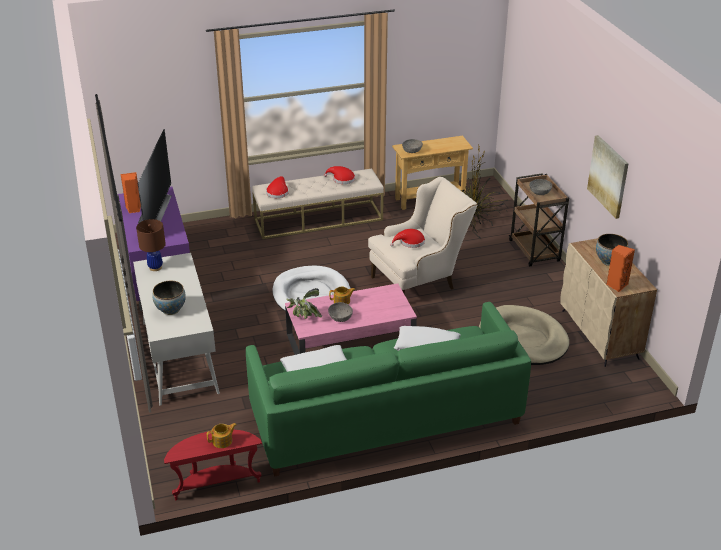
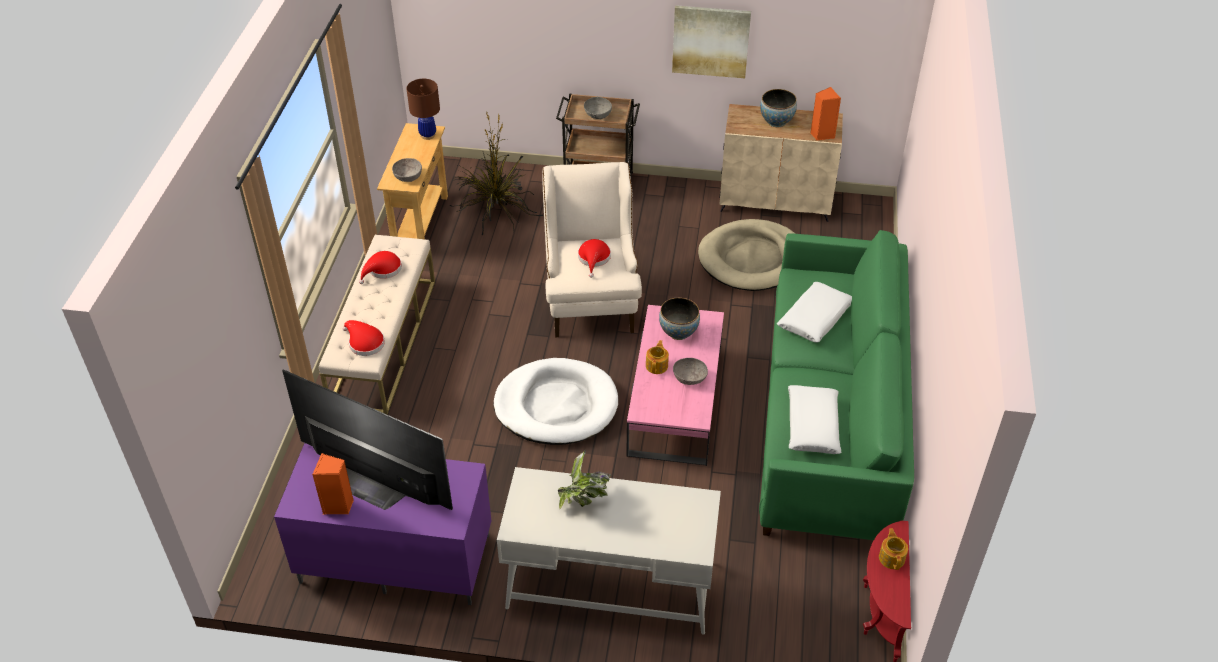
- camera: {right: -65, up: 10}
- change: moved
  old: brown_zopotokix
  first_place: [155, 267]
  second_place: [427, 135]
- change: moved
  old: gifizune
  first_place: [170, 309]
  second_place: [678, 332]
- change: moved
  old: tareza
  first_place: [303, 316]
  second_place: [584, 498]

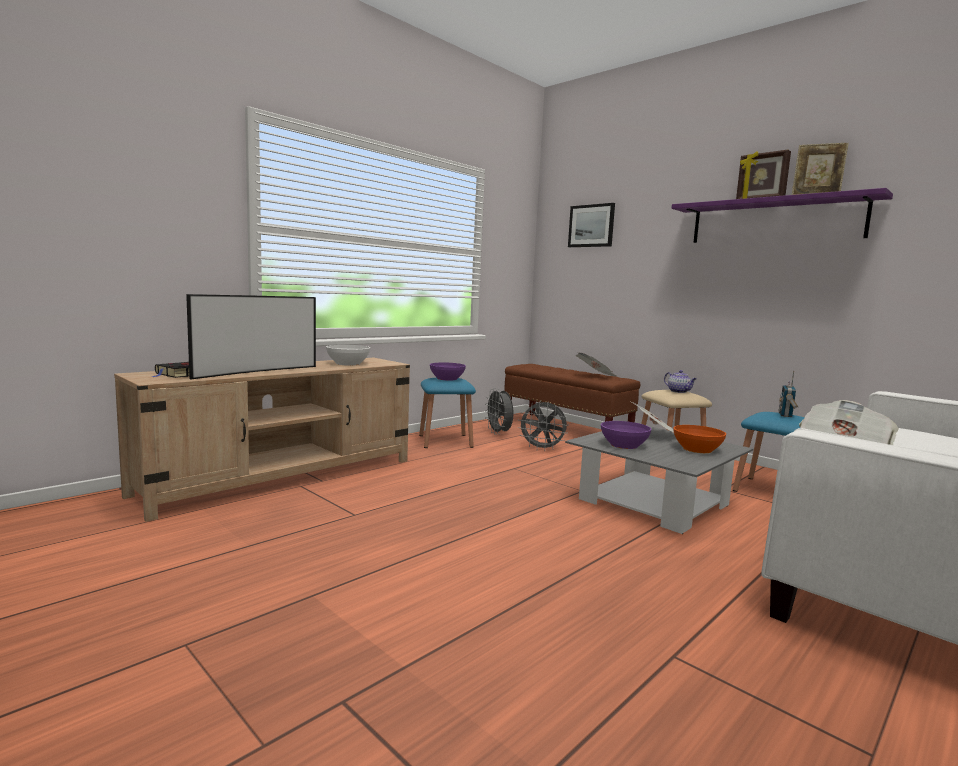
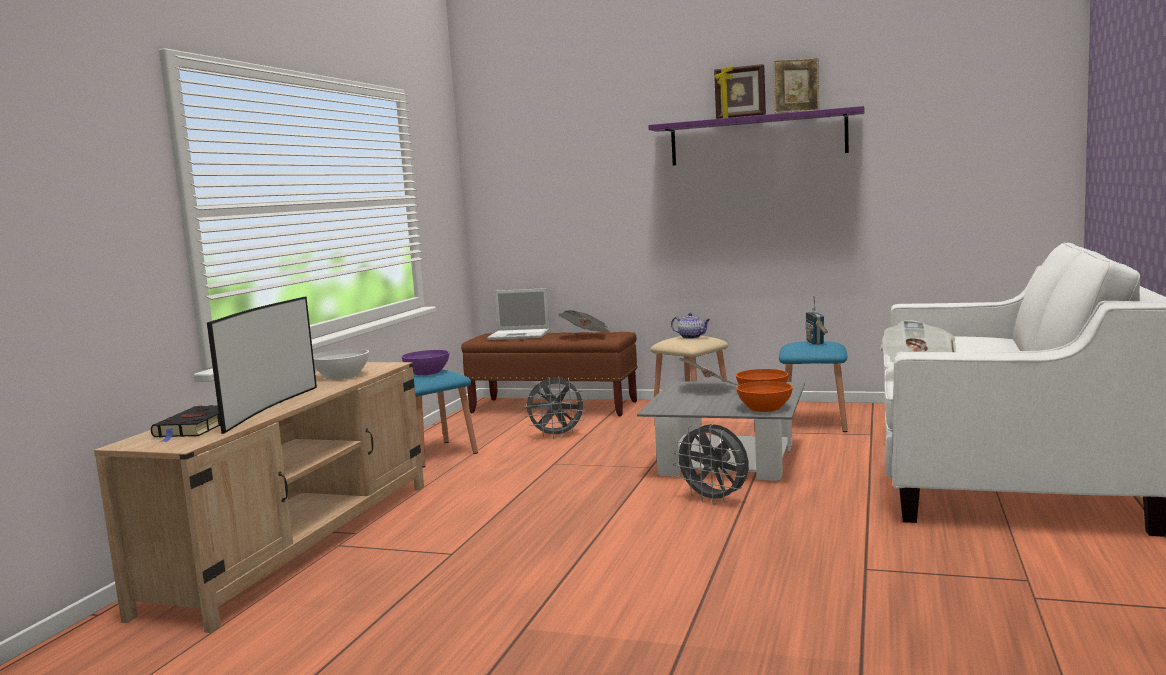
- camera: {right: -25, up: 0}
- change: removed
  old: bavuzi
  first_place: [591, 226]
- change: moved
  old: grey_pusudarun
  first_place: [499, 433]
  second_place: [715, 500]
- change: removed
  old: purple_gifizune
  first_place: [624, 445]
- change: added
  new: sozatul
  second_place: [520, 335]
- change: added
  new: orange_gifizune
  second_place: [765, 408]

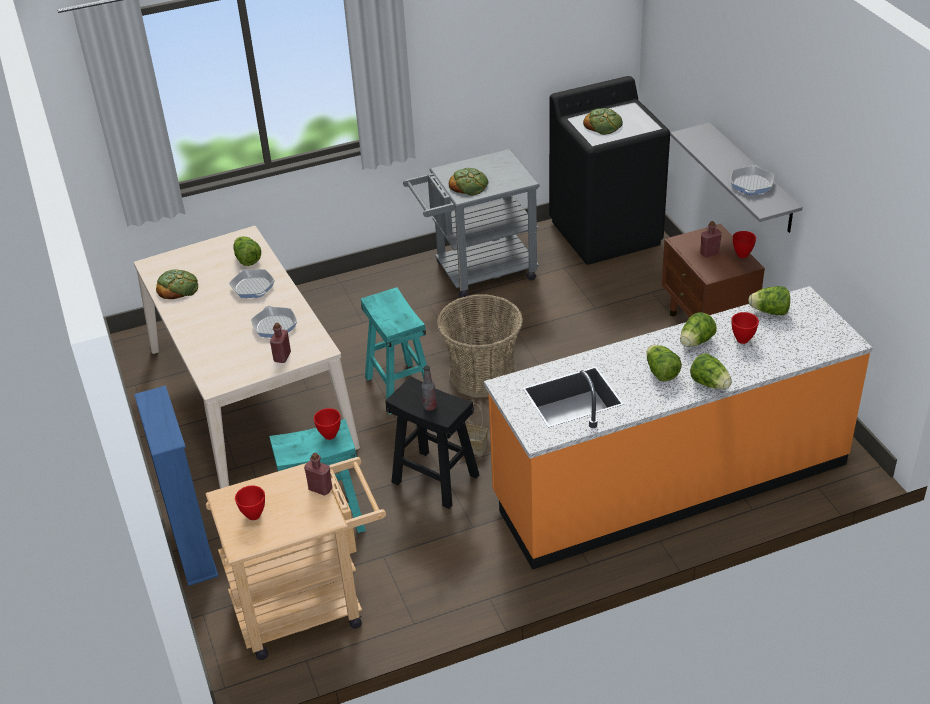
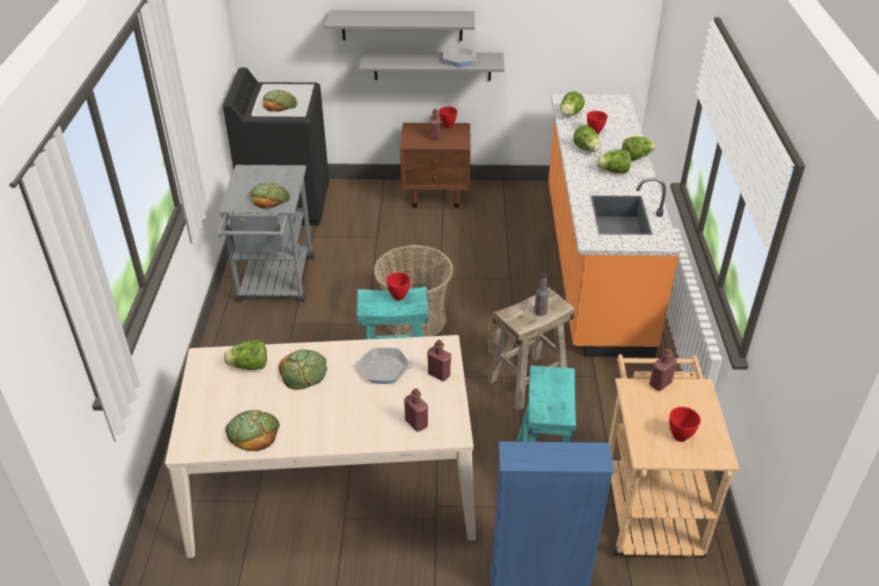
- camera: {right: -70, up: 0}
- change: replaced
  old: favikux
  new: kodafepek
  first_place: [253, 287]
  second_place: [304, 372]
- change: recoloured
  old: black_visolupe
  new: beige_visolupe
  first_place: [434, 479]
  second_place: [527, 382]
- change: moved
  old: red_gifizune
  first_place: [329, 436]
  second_place: [399, 297]
- change: added
  new: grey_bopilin
  second_place: [402, 25]
- change: added
  new: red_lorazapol
  second_place: [416, 423]

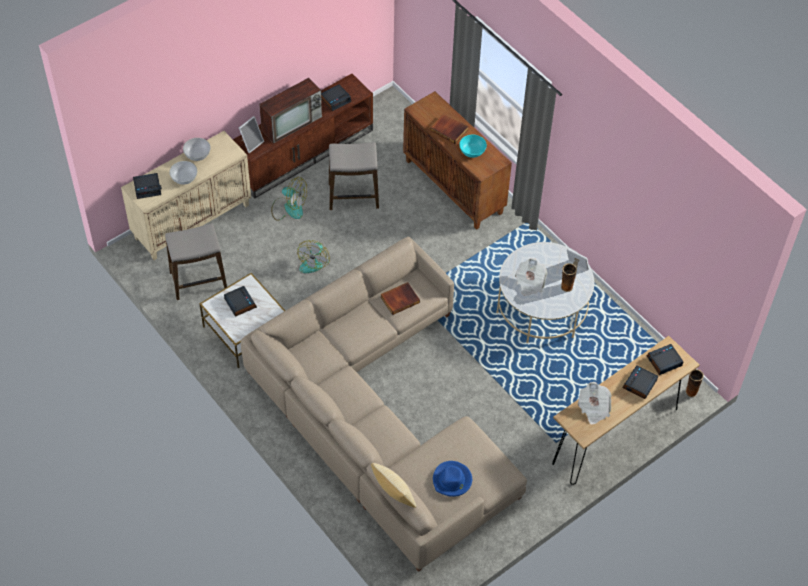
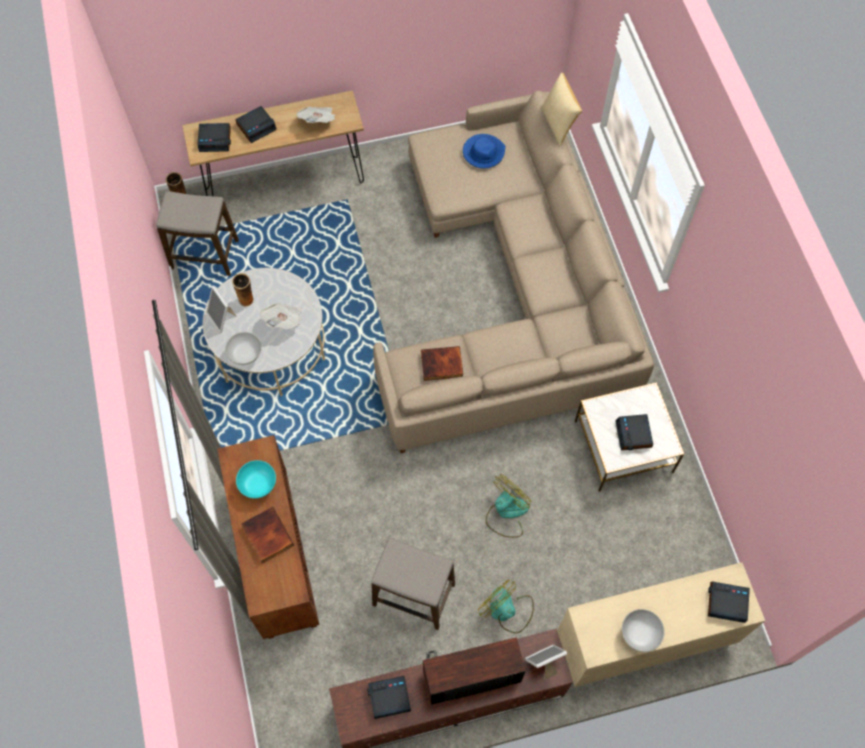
- camera: {right: -155, up: 10}
- change: moved
  old: white_gifizune
  first_place: [184, 179]
  second_place: [245, 354]
- change: moved
  old: visolupe
  first_place: [198, 280]
  second_place: [205, 255]

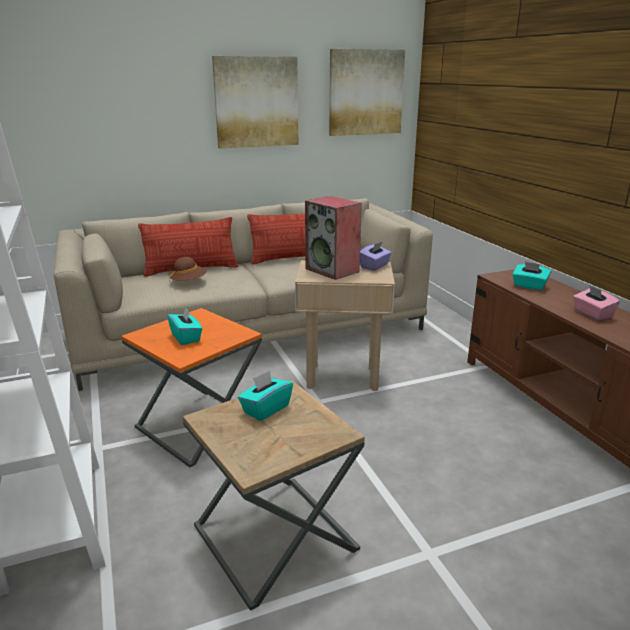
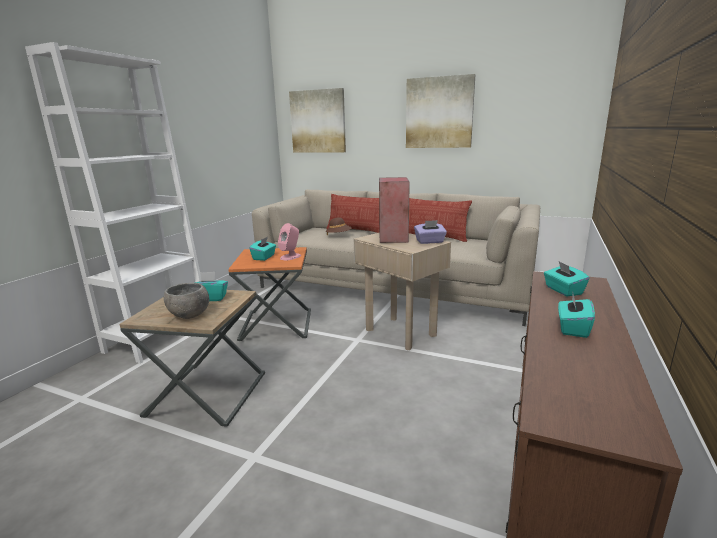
- camera: {right: 45, up: -5}
- change: moved
  old: bavuzi
  first_place: [365, 92]
  second_place: [318, 121]
- change: recoloured
  old: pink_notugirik
  new: turquoise_notugirik
  first_place: [592, 314]
  second_place: [572, 328]
- change: added
  new: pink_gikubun
  second_place: [290, 257]
- change: added
  new: grey_gifizune
  second_place: [190, 315]

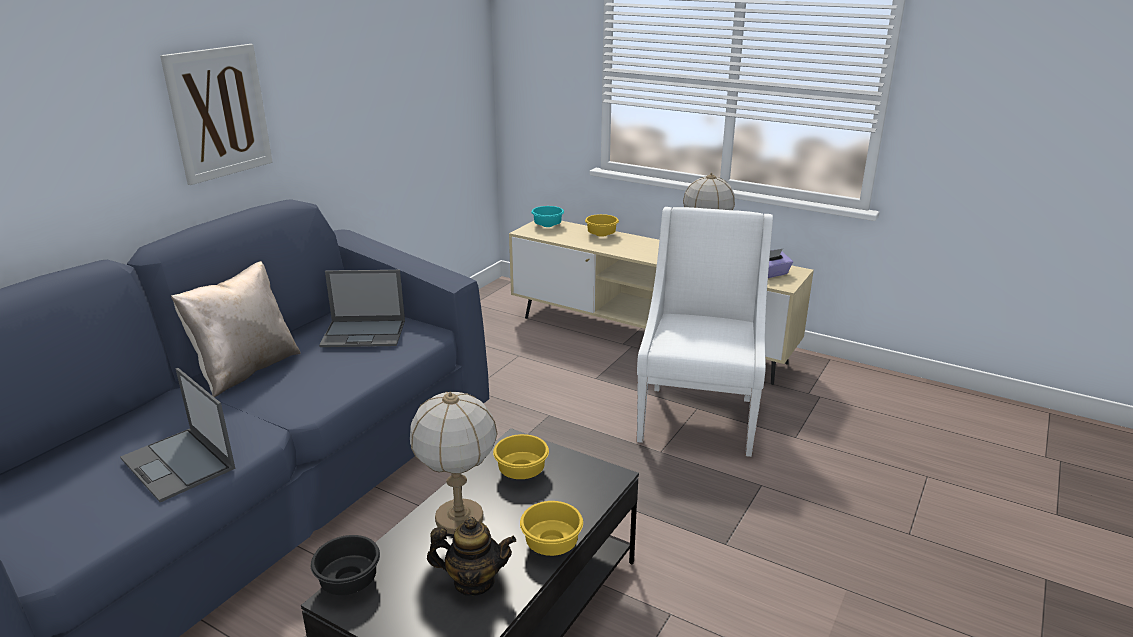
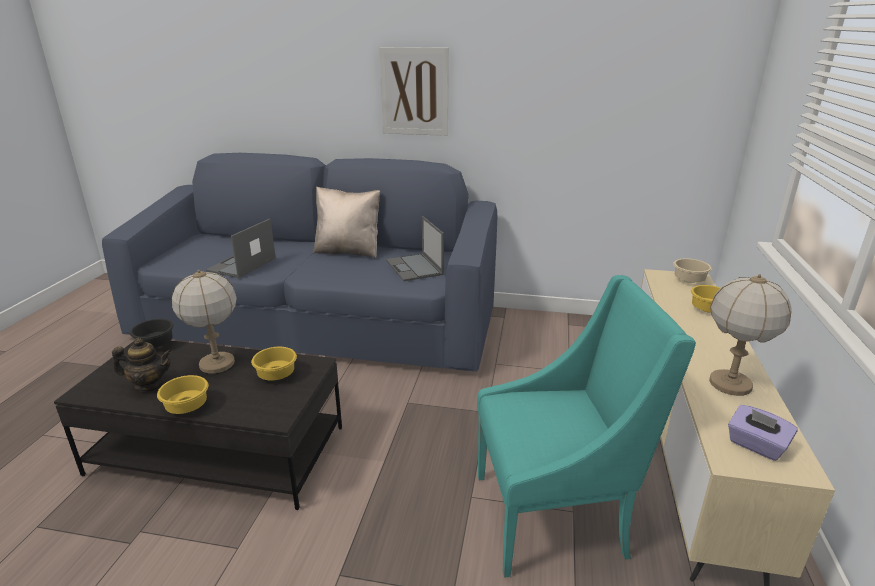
- camera: {right: 70, up: 0}
- change: recoloured
  old: turquoise_gifizune
  new: beige_gifizune
  first_place: [548, 226]
  second_place: [689, 281]
- change: recoloured
  old: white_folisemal
  new: turquoise_folisemal
  first_place: [698, 417]
  second_place: [554, 515]
- change: turned
  old: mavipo
  first_place: [474, 582]
  second_place: [149, 385]
  degrees: -75

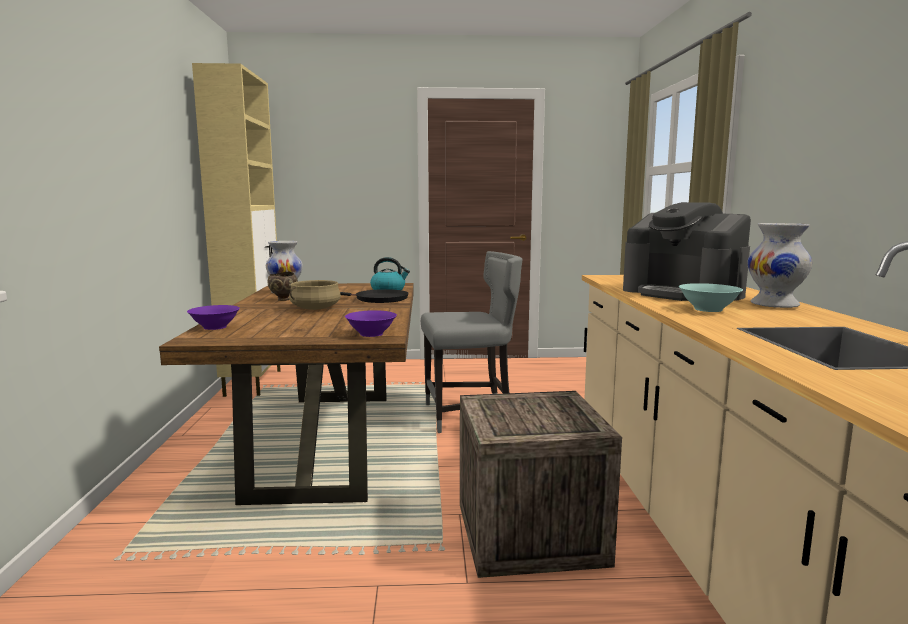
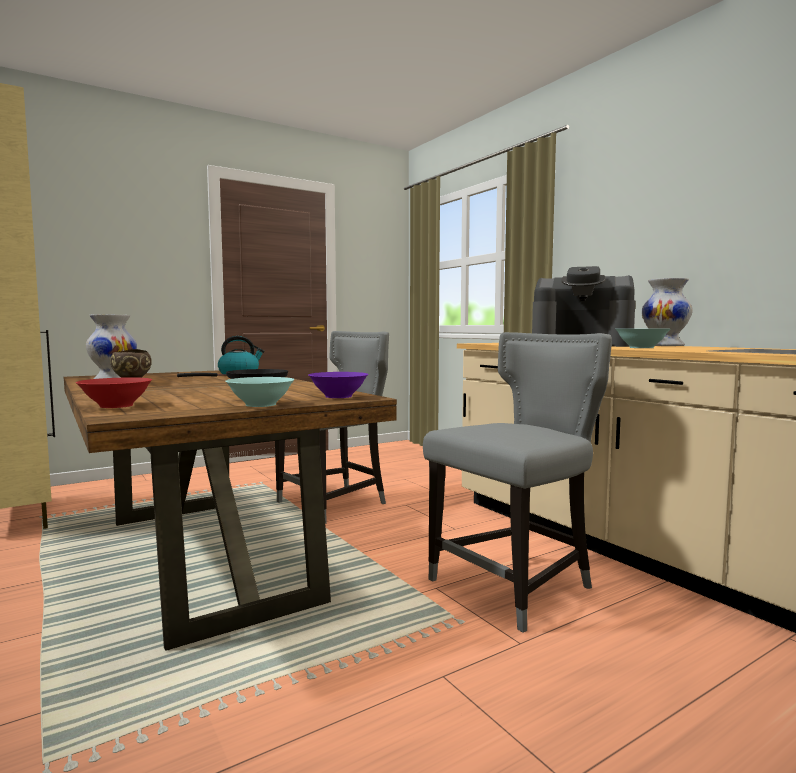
- camera: {right: -30, up: -5}
- change: removed
  old: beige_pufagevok
  first_place: [315, 308]
- change: recoloured
  old: purple_gifizune
  new: red_gifizune
  first_place: [215, 327]
  second_place: [117, 405]
- change: replaced
  old: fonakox
  new: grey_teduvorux
  first_place: [530, 533]
  second_place: [516, 586]
- change: added
  new: turquoise_gifizune
  second_place: [260, 404]

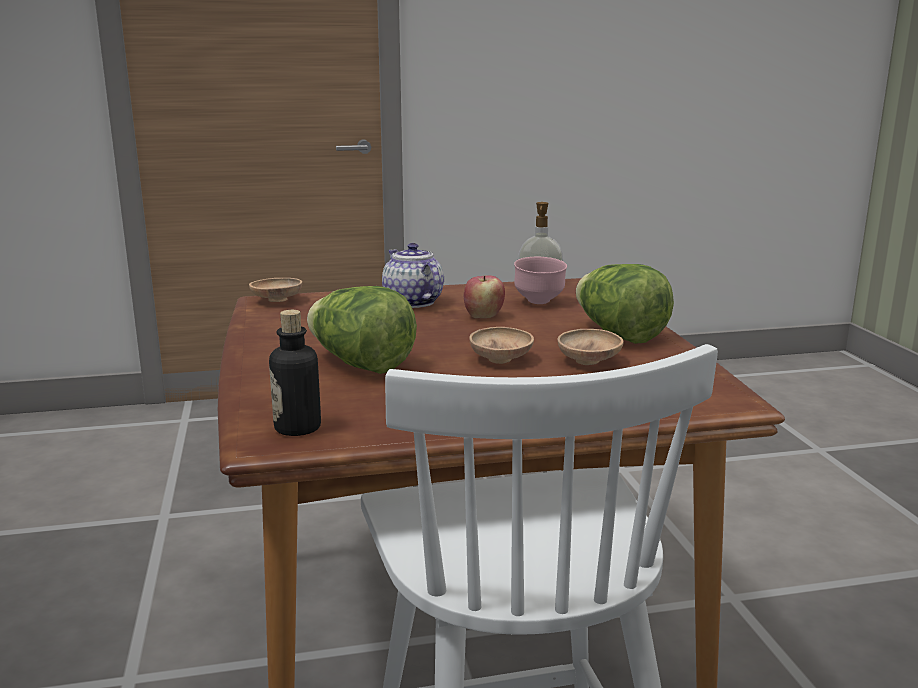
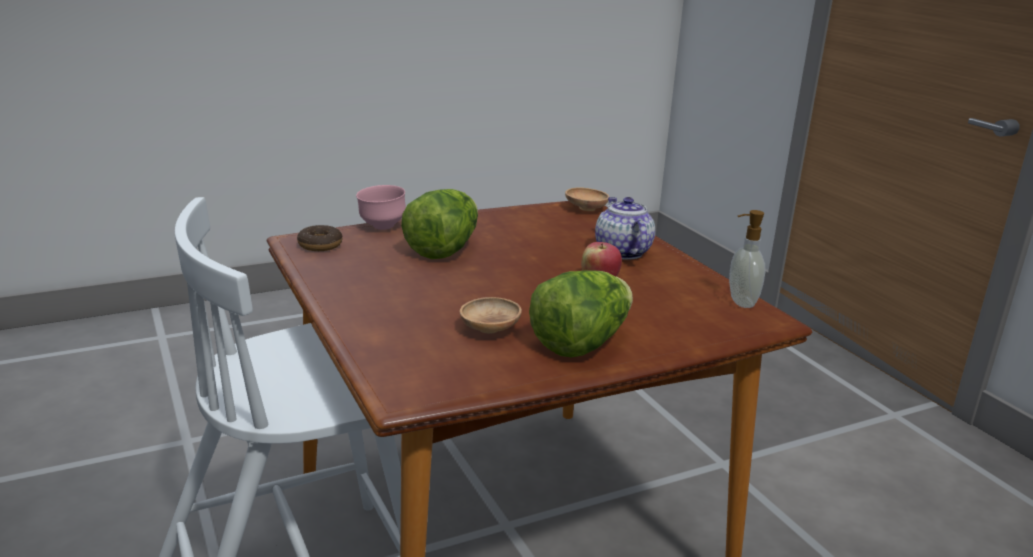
- camera: {right: 75, up: 5}
- change: turned
  old: mavipo
  first_place: [412, 302]
  second_place: [621, 252]
  degrees: -60
- change: moved
  old: pink_gifizune
  first_place: [539, 302]
  second_place: [381, 227]
- change: replaced
  old: lorazapol
  new: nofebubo
  first_place: [297, 428]
  second_place: [320, 245]
- change: removed
  old: brown_gifizune
  first_place: [501, 359]

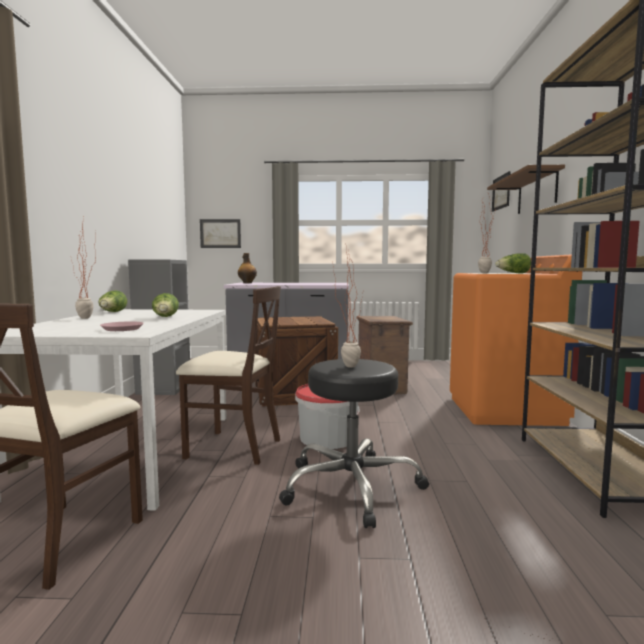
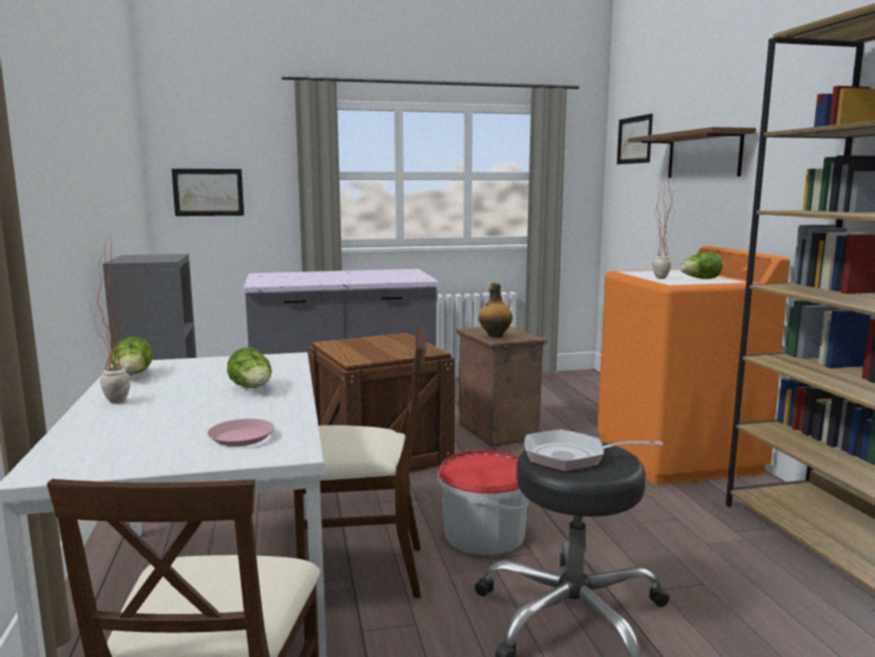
- camera: {right: -15, up: 5}
- change: replaced
  old: tareza
  new: favikux
  first_place: [347, 365]
  second_place: [571, 457]
- change: moved
  old: lorazapol
  first_place: [247, 283]
  second_place: [494, 335]

